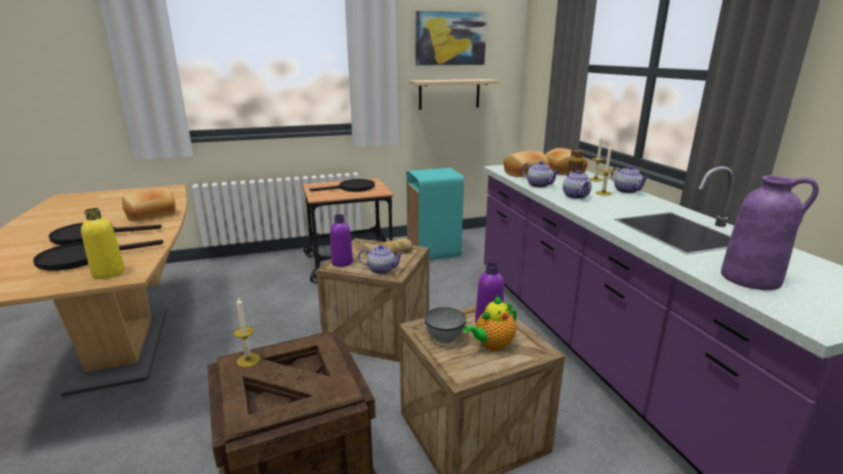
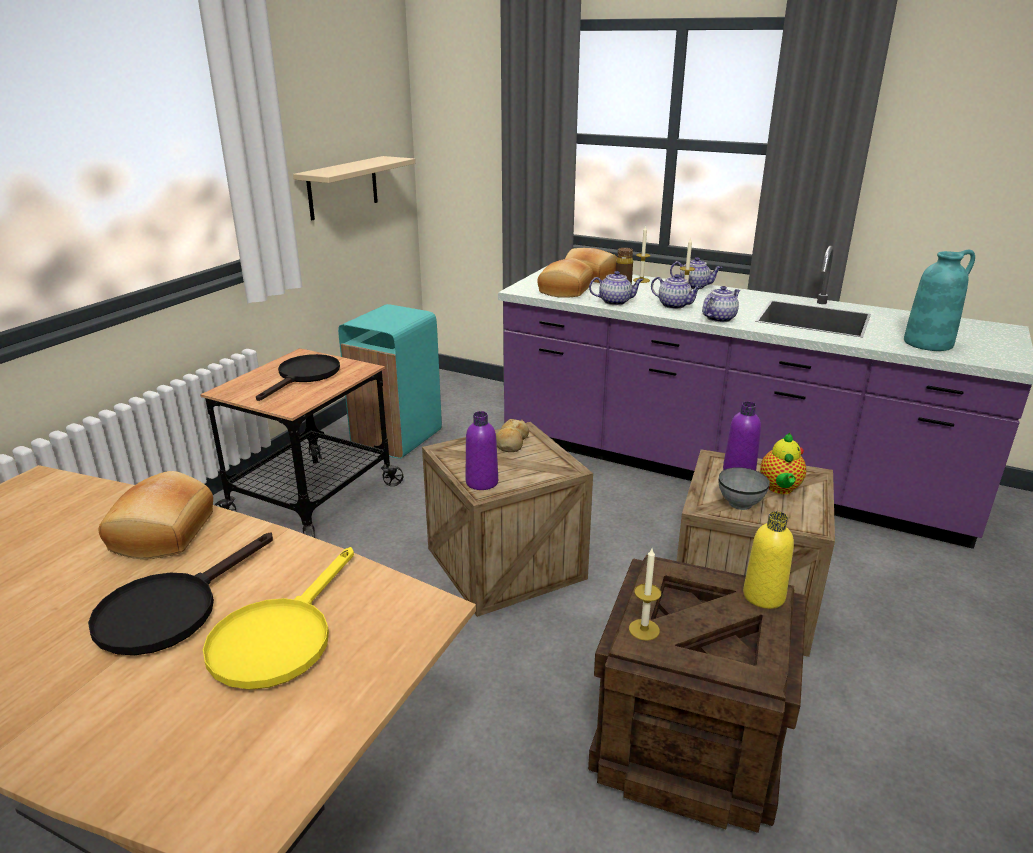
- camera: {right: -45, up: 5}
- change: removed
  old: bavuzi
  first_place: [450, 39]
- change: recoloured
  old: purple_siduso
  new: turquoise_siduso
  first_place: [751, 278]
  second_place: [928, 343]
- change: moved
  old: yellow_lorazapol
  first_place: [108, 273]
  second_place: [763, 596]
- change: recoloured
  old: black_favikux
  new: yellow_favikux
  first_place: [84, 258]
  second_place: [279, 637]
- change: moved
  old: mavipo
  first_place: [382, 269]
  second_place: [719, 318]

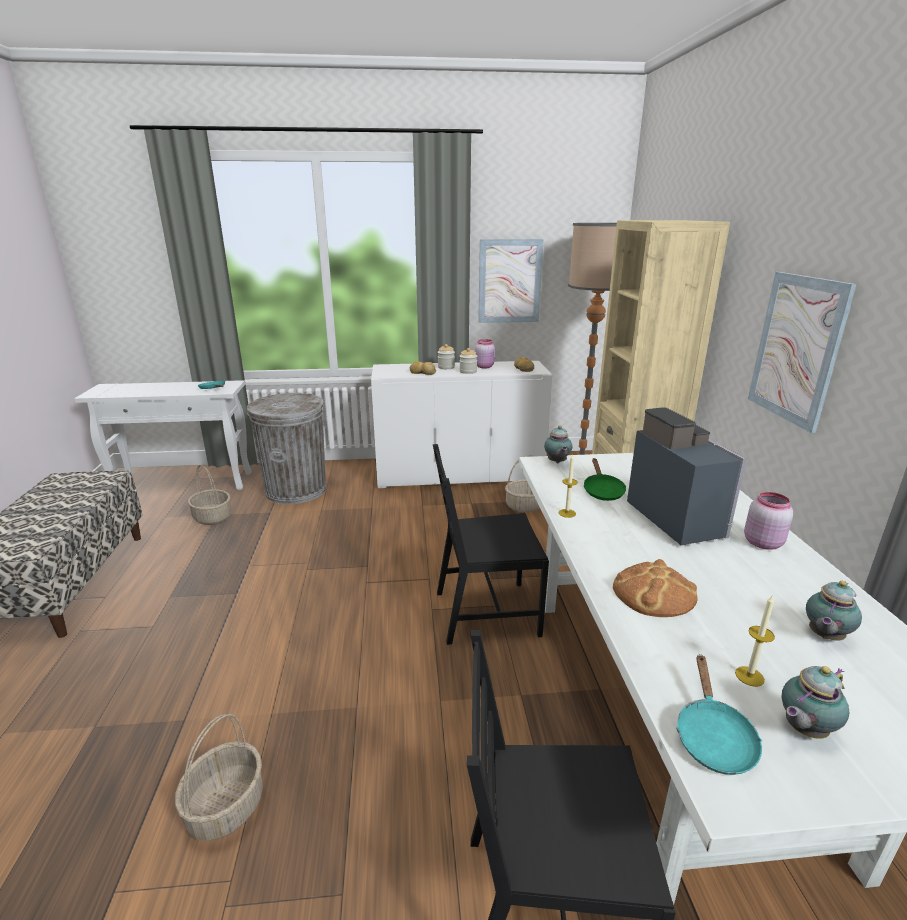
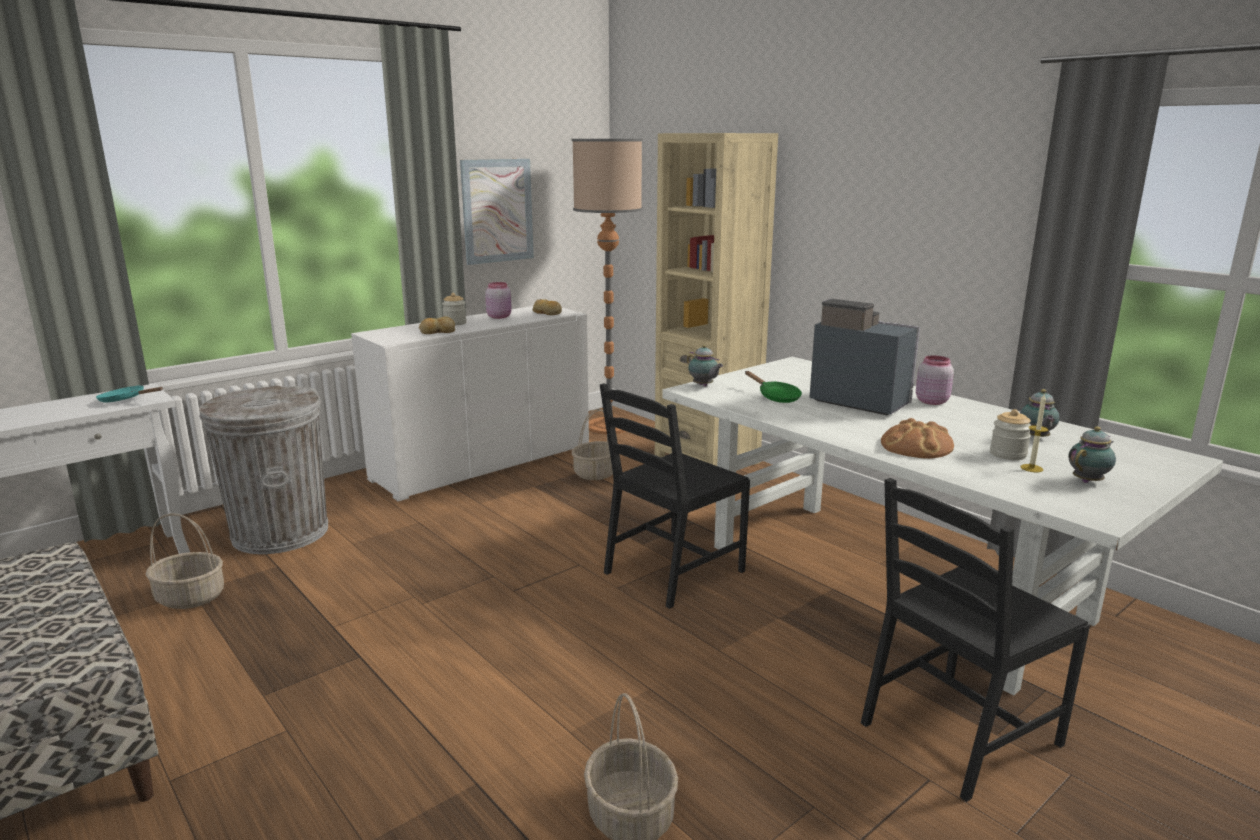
- camera: {right: -35, up: -5}
- change: removed
  old: bavuzi
  first_place: [796, 349]
- change: moved
  old: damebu
  first_place: [468, 371]
  second_place: [1008, 454]
- change: removed
  old: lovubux
  first_place: [567, 513]
- change: removed
  old: turquoise_favikux
  first_place: [712, 737]
- change: turned
  old: mavipo
  first_place: [803, 729]
  second_place: [1088, 481]
  degrees: -150

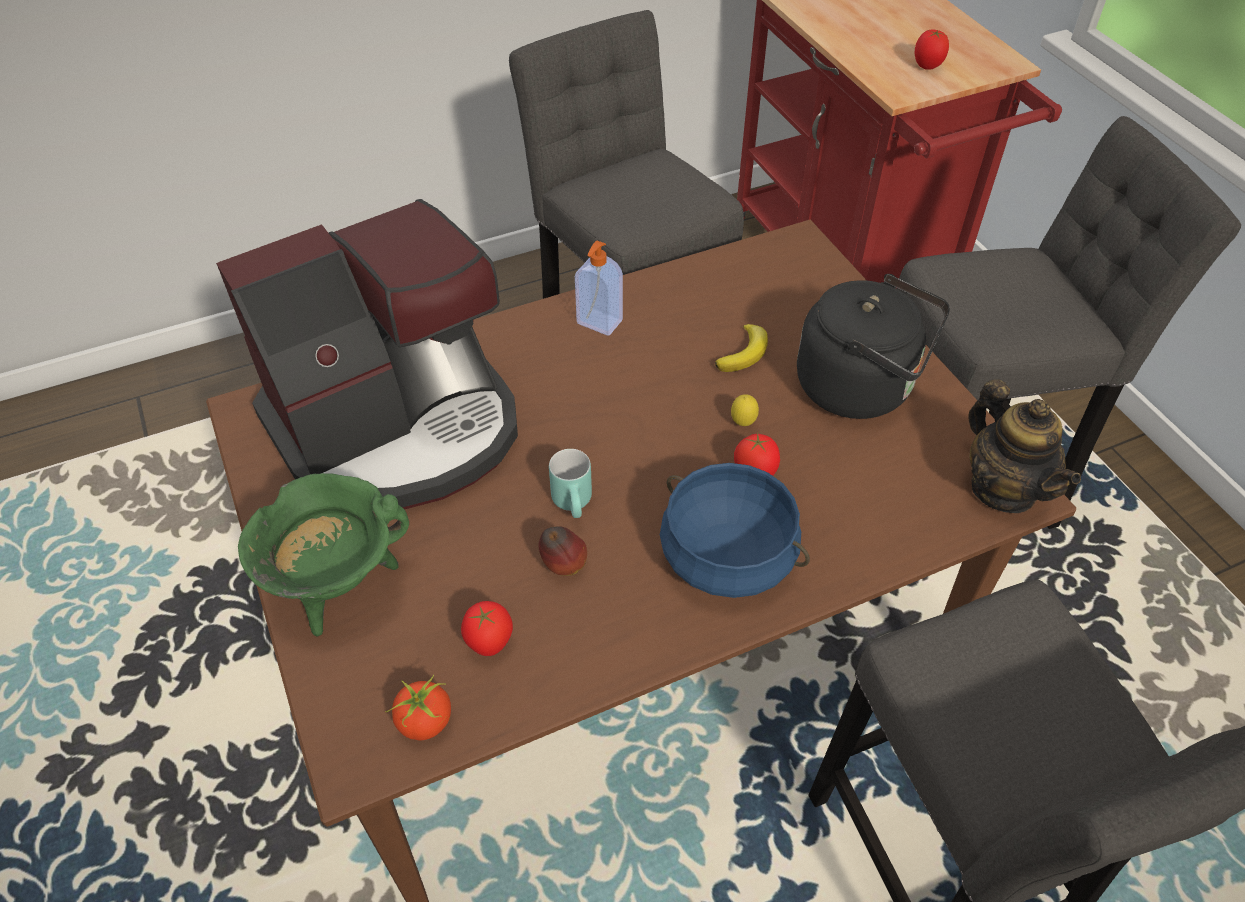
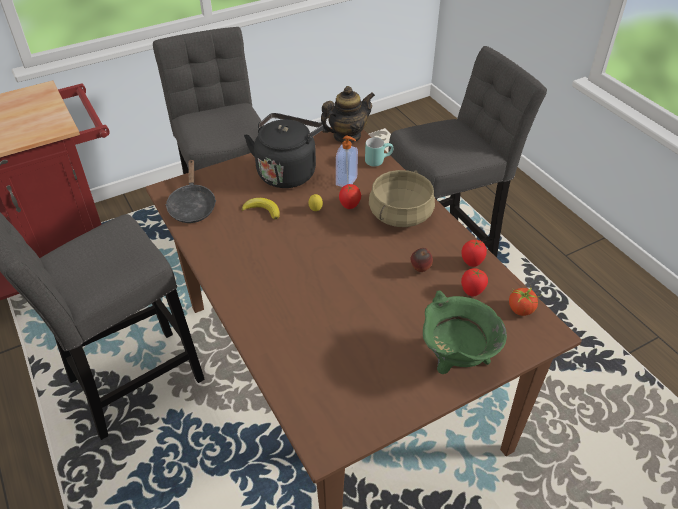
- camera: {right: -95, up: -5}
- change: moved
  old: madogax
  first_place: [927, 67]
  second_place: [472, 263]
- change: removed
  old: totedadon
  first_place: [399, 427]
- change: moved
  old: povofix
  first_place: [598, 323]
  second_place: [347, 181]
- change: moved
  old: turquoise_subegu
  first_place: [576, 504]
  second_place: [378, 160]
- change: recoloured
  old: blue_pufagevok
  new: beige_pufagevok
  first_place: [728, 555]
  second_place: [400, 214]
- change: added
  new: black_favikux
  second_place: [192, 206]

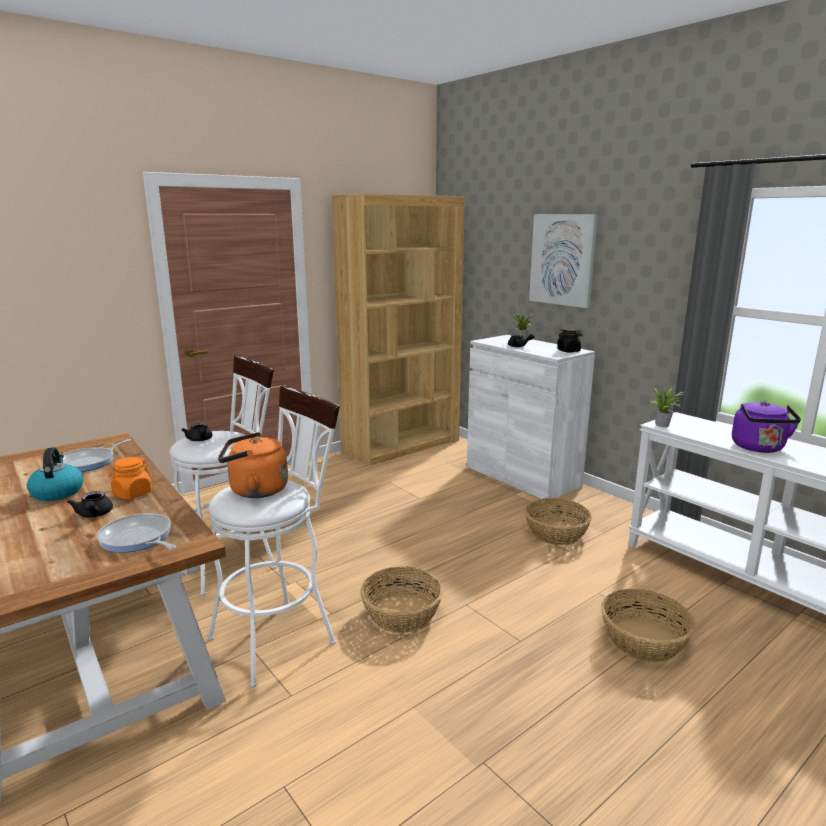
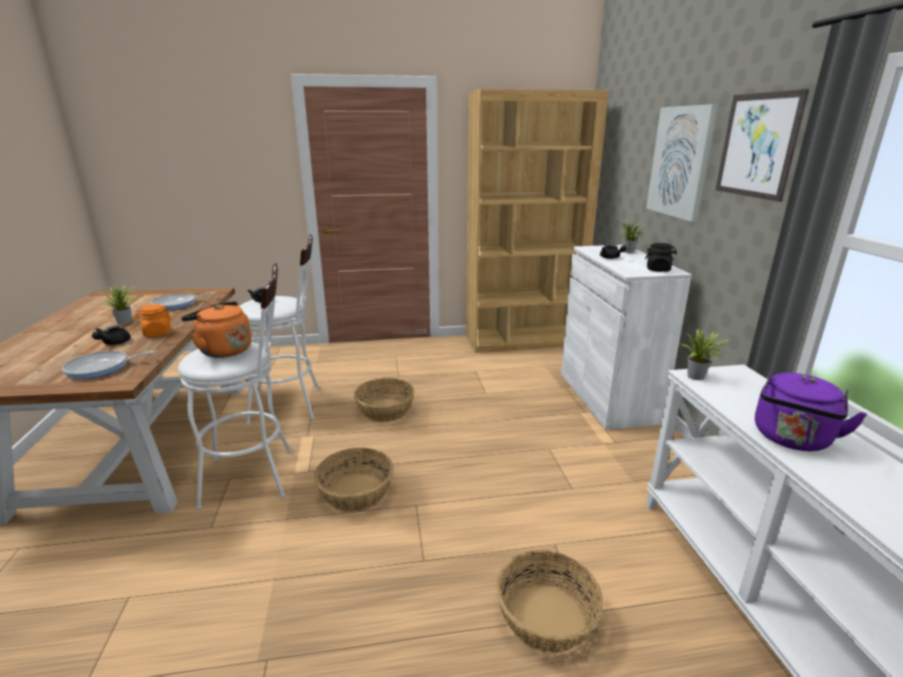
- camera: {right: 30, up: 5}
- change: replaced
  old: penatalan
  new: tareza
  first_place: [57, 492]
  second_place: [126, 321]
- change: moved
  old: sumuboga
  first_place: [556, 533]
  second_place: [385, 410]
- change: turned
  old: favikux
  first_place: [137, 539]
  second_place: [101, 368]
  degrees: -90
- change: added
  new: bavuzi
  second_place: [757, 145]

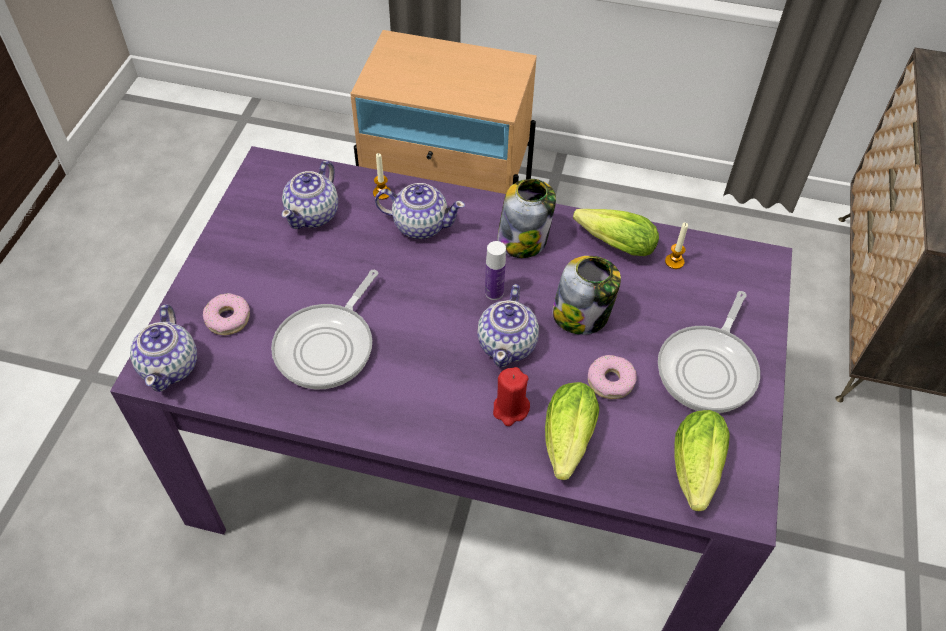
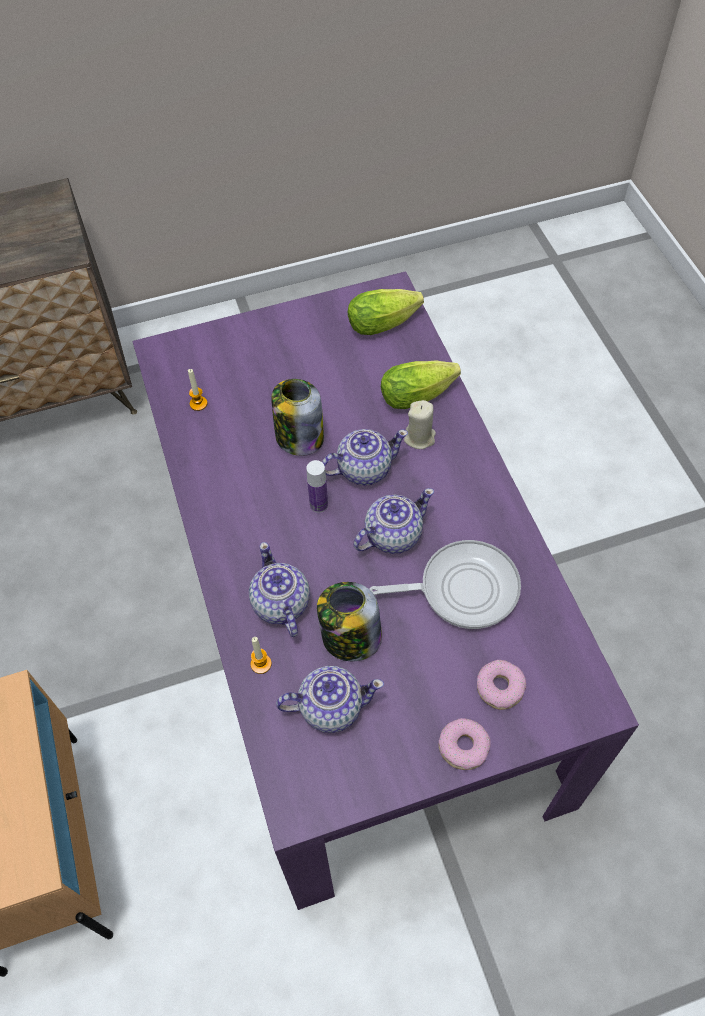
- camera: {right: -120, up: 5}
- change: moved
  old: damebu
  first_place: [523, 239]
  second_place: [350, 638]
- change: removed
  old: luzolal
  first_place: [611, 243]
- change: removed
  old: favikux
  first_place: [709, 368]
- change: moved
  old: mavipo
  first_place: [170, 366]
  second_place: [392, 535]
- change: moved
  old: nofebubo
  first_place: [610, 381]
  second_place: [463, 747]
- change: recoloured
  old: red_lovubux
  new: beige_lovubux
  first_place: [510, 409]
  second_place: [420, 437]

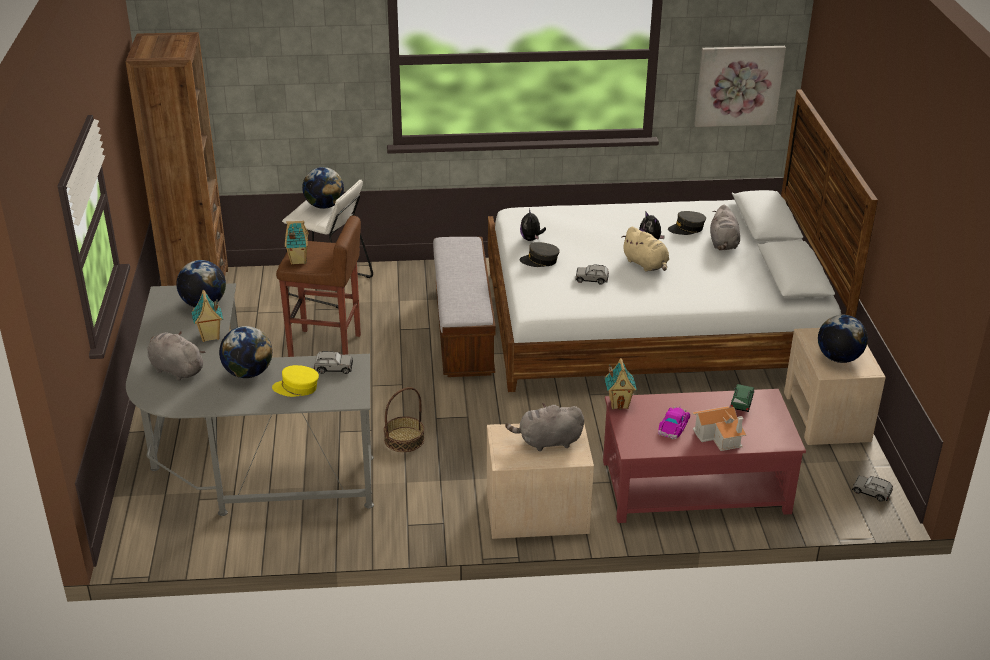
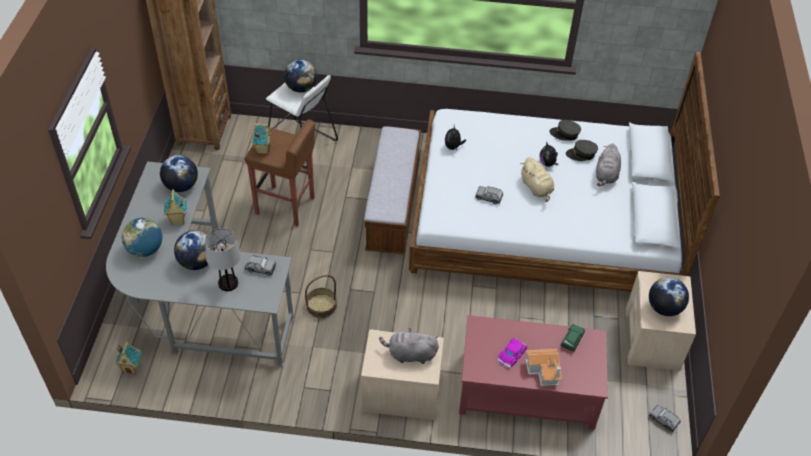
- camera: {right: 10, up: 15}
- change: removed
  old: bavuzi
  first_place: [738, 85]
- change: moved
  old: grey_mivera
  first_place: [539, 261]
  second_place: [564, 134]
- change: replaced
  old: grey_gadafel
  new: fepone
  first_place: [175, 369]
  second_place: [145, 250]
- change: moved
  old: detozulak
  first_place: [619, 403]
  second_place: [132, 368]
- change: replaced
  old: yellow_mivera
  new: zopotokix
  first_place: [296, 388]
  second_place: [228, 283]

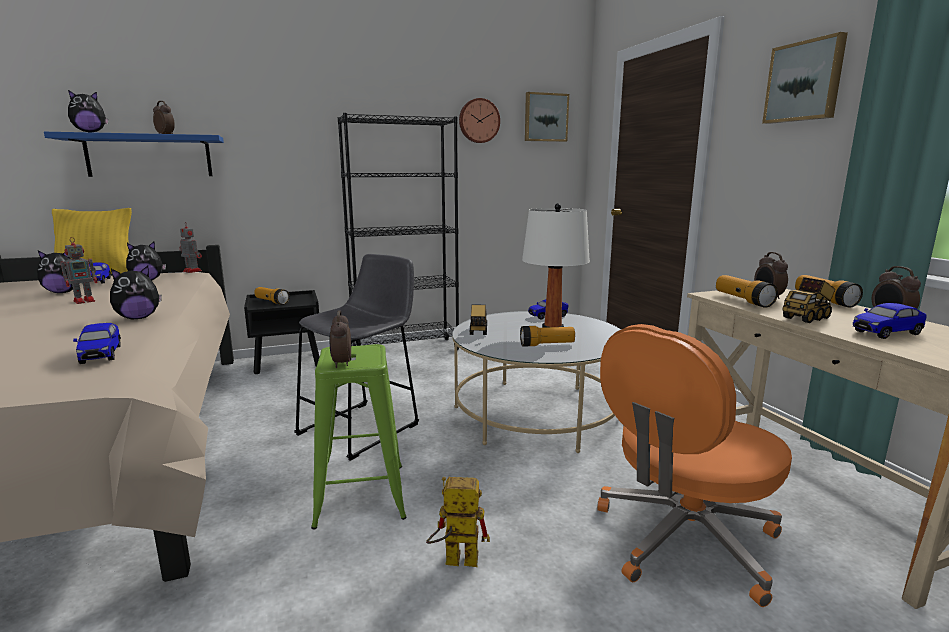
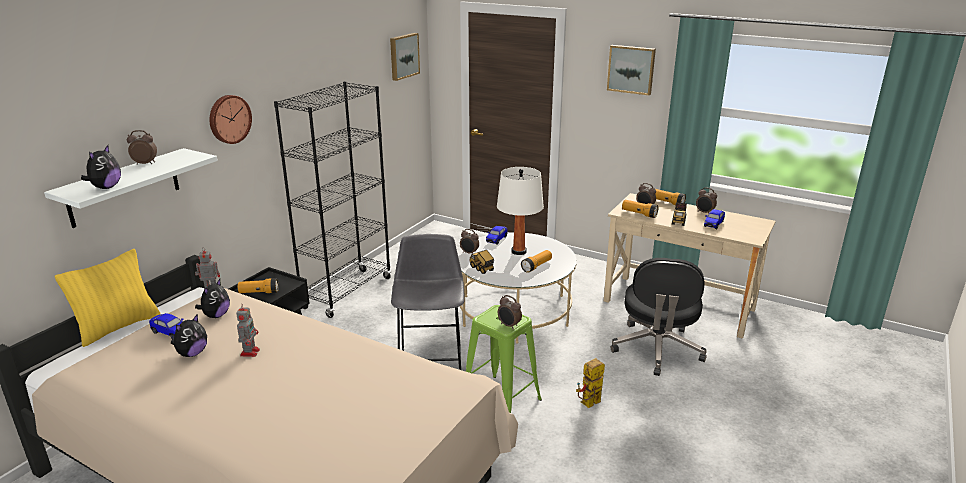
- camera: {right: -40, up: 10}
- change: moved
  old: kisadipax
  first_place: [478, 121]
  second_place: [229, 119]
- change: recoloured
  old: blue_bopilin
  new: white_bopilin
  first_place: [149, 156]
  second_place: [124, 187]
- change: removed
  old: gadafel
  first_place: [138, 318]
- change: removed
  old: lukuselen
  first_place: [101, 355]
- change: recoloured
  old: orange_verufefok
  new: black_verufefok
  first_place: [683, 540]
  second_place: [657, 349]
- change: added
  new: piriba
  second_place: [469, 253]

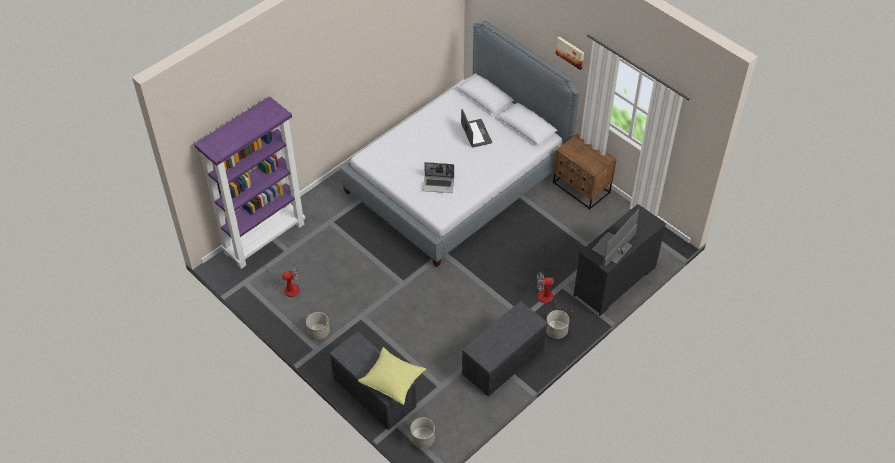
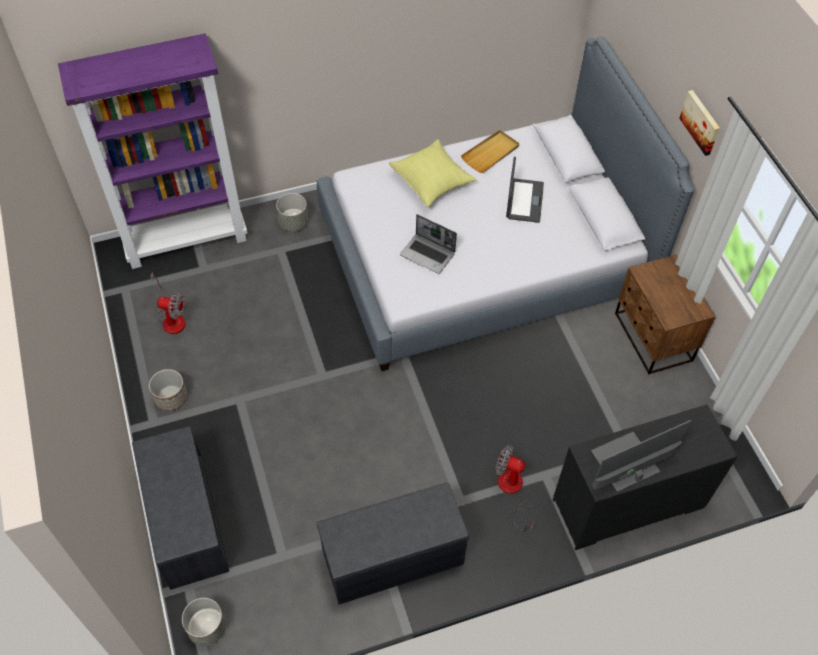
- camera: {right: 25, up: 5}
- change: moved
  old: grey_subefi
  first_place: [556, 331]
  second_place: [293, 223]
- change: moved
  old: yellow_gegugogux
  first_place: [393, 381]
  second_place: [432, 182]
- change: added
  new: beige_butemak
  second_place: [490, 153]

